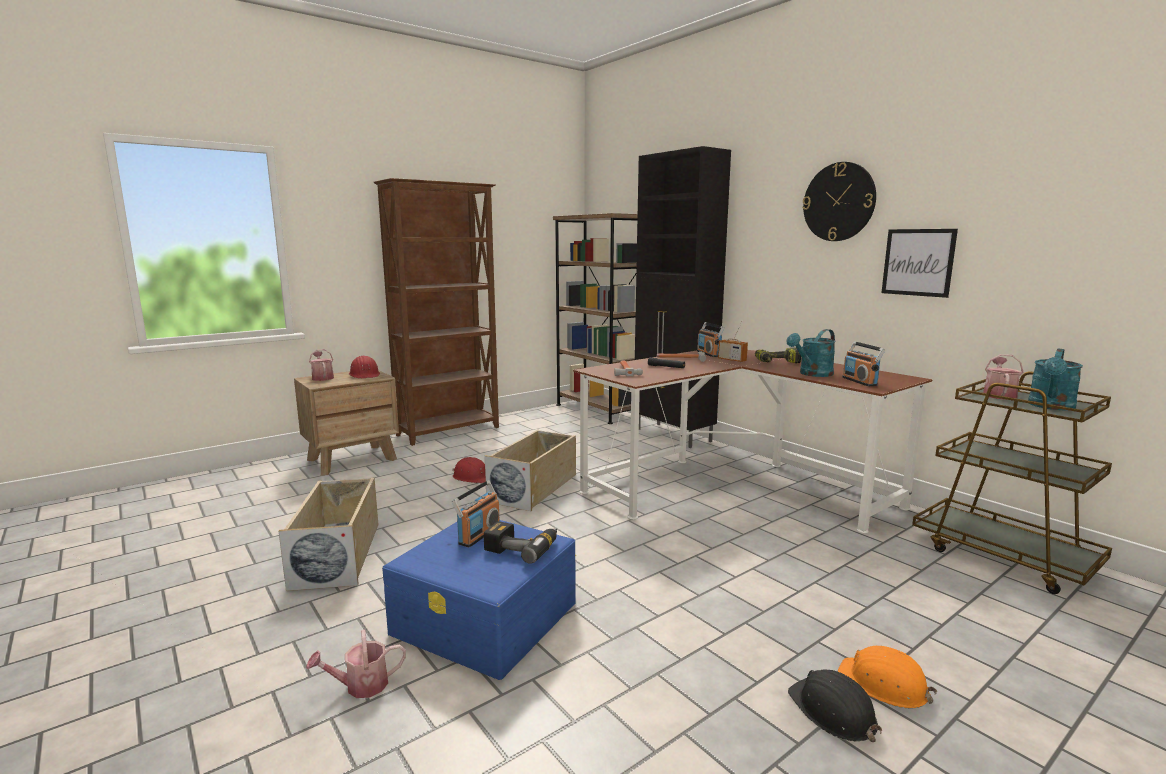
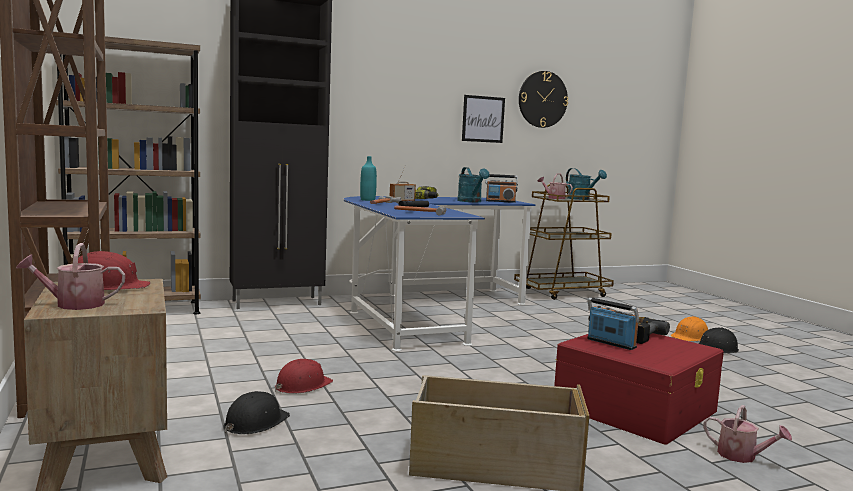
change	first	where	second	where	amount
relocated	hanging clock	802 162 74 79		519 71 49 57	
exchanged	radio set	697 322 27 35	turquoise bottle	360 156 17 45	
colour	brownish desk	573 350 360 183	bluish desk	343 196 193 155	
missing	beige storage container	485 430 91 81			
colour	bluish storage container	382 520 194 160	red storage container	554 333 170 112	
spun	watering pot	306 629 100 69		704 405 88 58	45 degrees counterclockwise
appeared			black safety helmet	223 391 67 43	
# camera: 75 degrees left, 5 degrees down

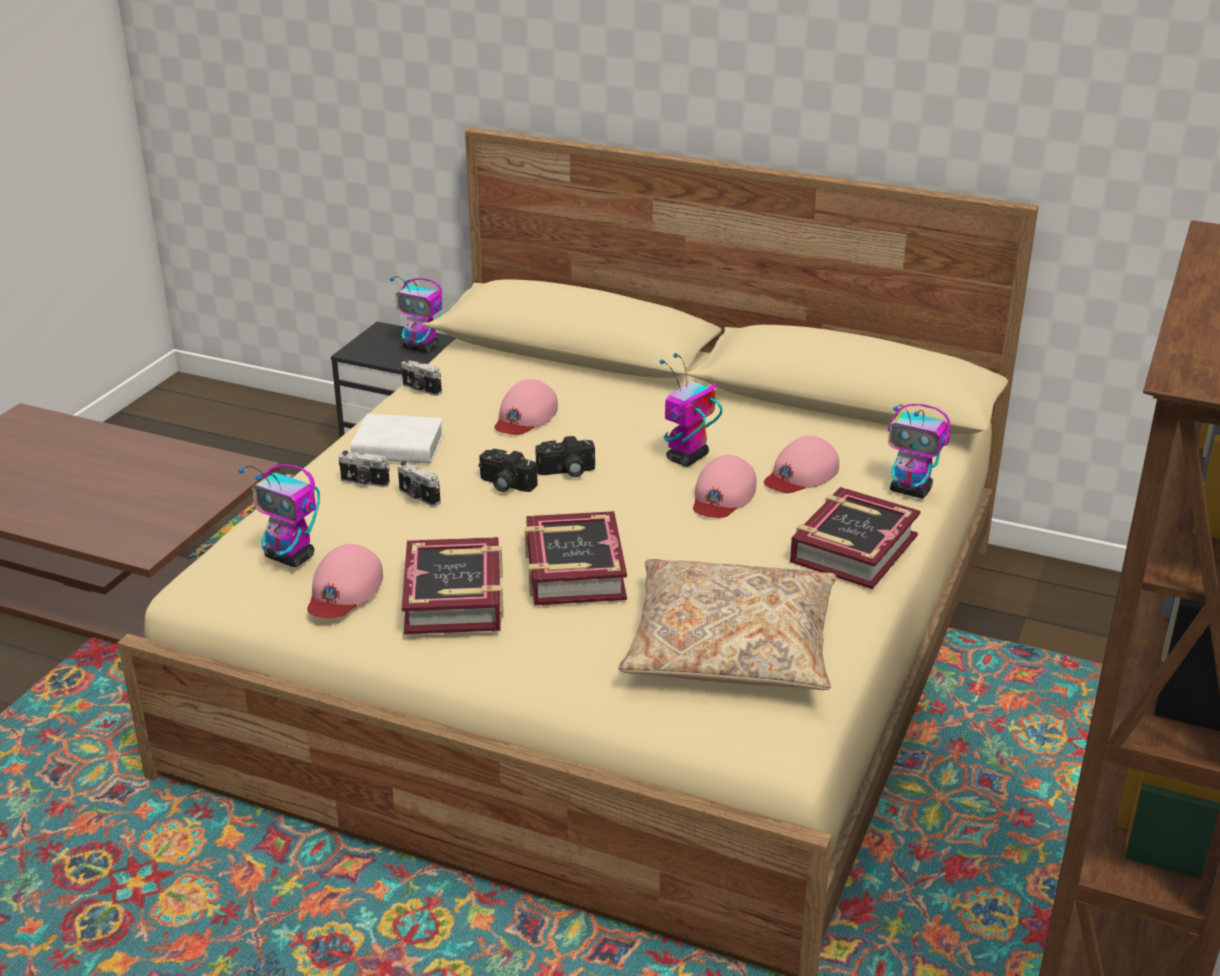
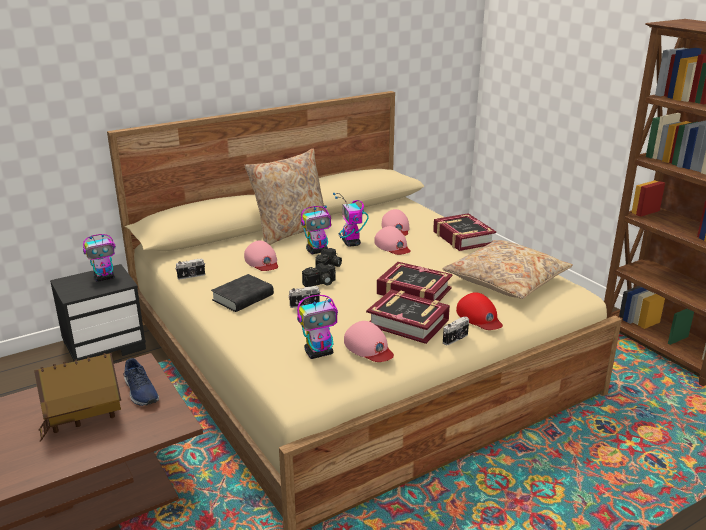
change	first	where	second	where	amount
relocated	toy robot	888 404 62 95		301 206 30 48	
colour	white volume	351 414 93 50	black volume	211 274 63 38	
relocated	photo camera	338 450 52 37		443 317 26 28	
appeared			beige pillow	244 148 88 97	
appeared			red baseball cap	456 292 47 38	
appeared			miniature house	34 353 87 88	
appeared			bluish shoe	123 358 36 48	
# camera: 55 degrees left, 5 degrees down

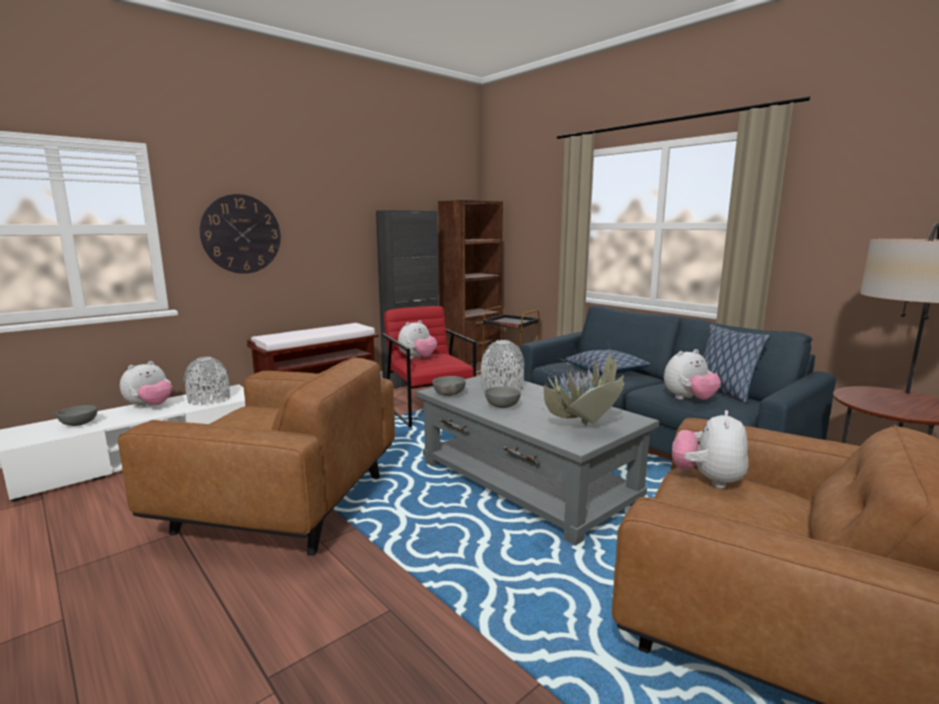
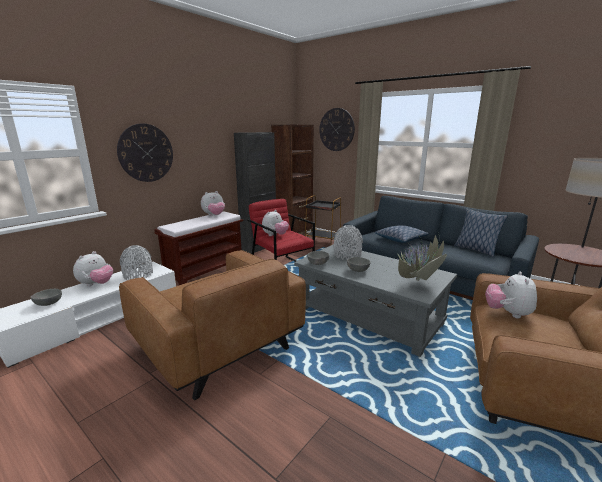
change	first	where	second	where	amount
relocated	soft toy	664 349 57 51		201 191 24 25	
spun	brownish lounge chair	118 357 277 199		119 250 187 150	45 degrees clockwise
appeared			hanging clock	319 108 36 43	
# camera: 10 degrees left, 5 degrees up

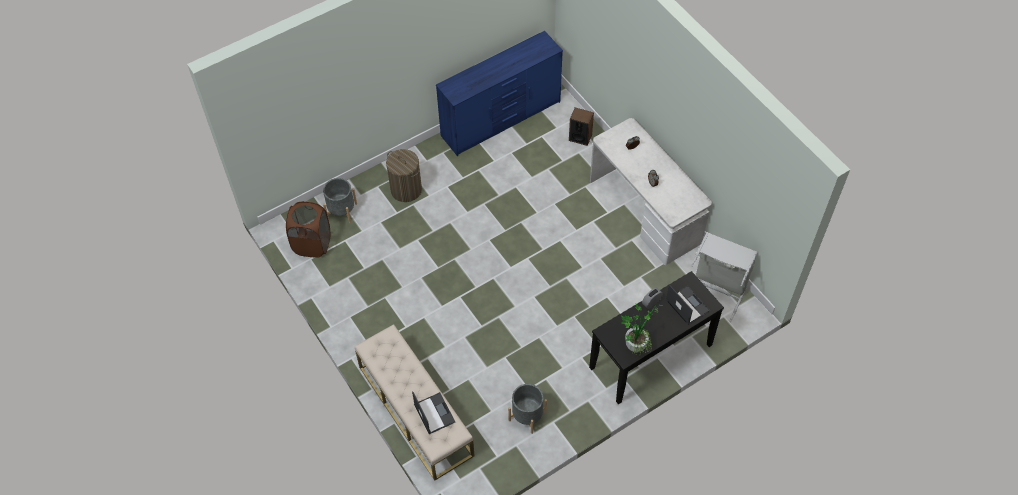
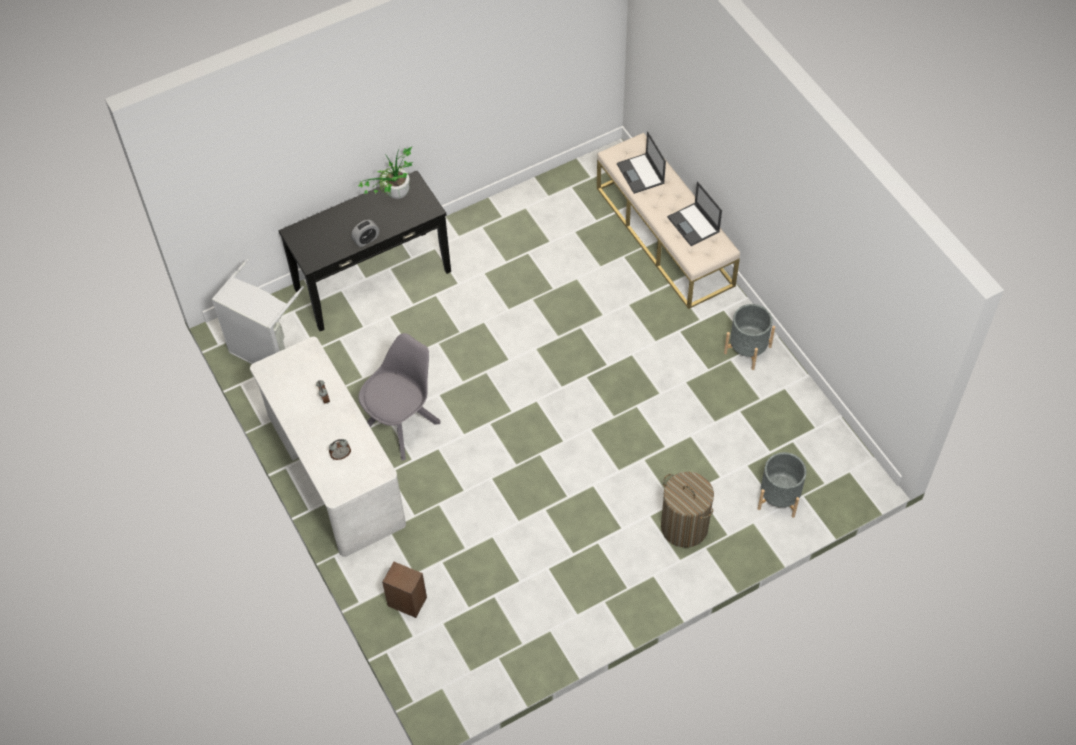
change	first	where	second	where	amount
missing	bluish drawer chest	436 31 127 125			
missing	brownish laundry basket	286 201 44 57			
relocated	laptop	666 284 44 41		667 181 55 65	
relocated	gray plant pot	508 384 39 50		724 304 51 66	
appeared			gray plain chair	358 333 83 128	
# camera: 175 degrees left, 0 degrees up

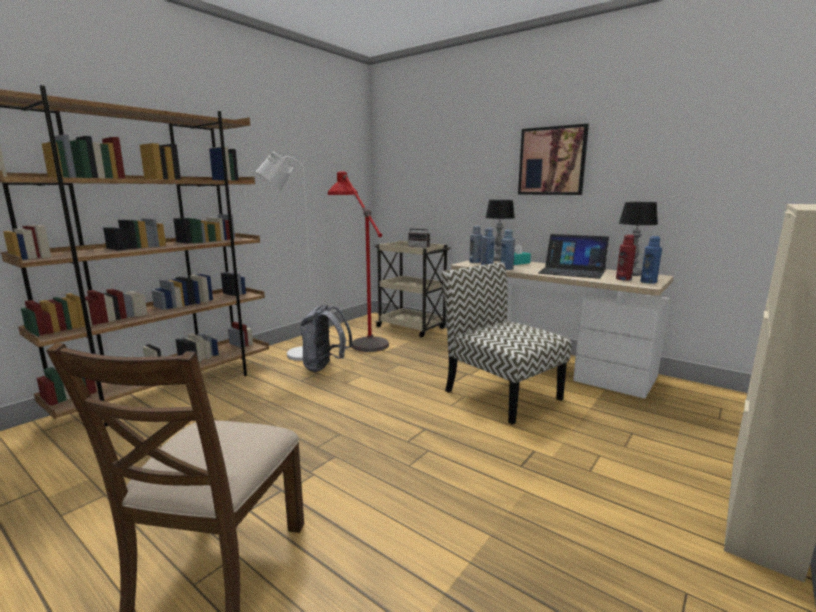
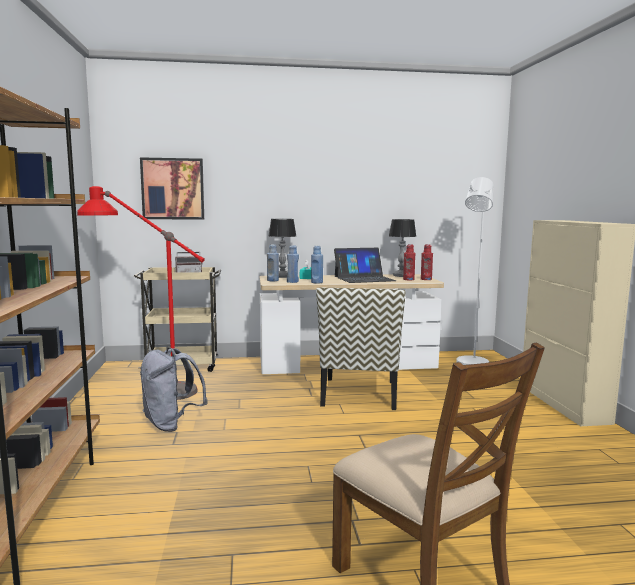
change	first	where	second	where	amount
relocated	picture	518 124 71 71		140 157 64 62	
relocated	white standard lamp	256 151 56 210		456 177 38 188	
colour	bluish bottle	641 236 21 48	red bottle	421 244 12 36	
spun	plain chair	441 262 131 163		316 288 90 122	90 degrees counterclockwise
# camera: 45 degrees left, 5 degrees down

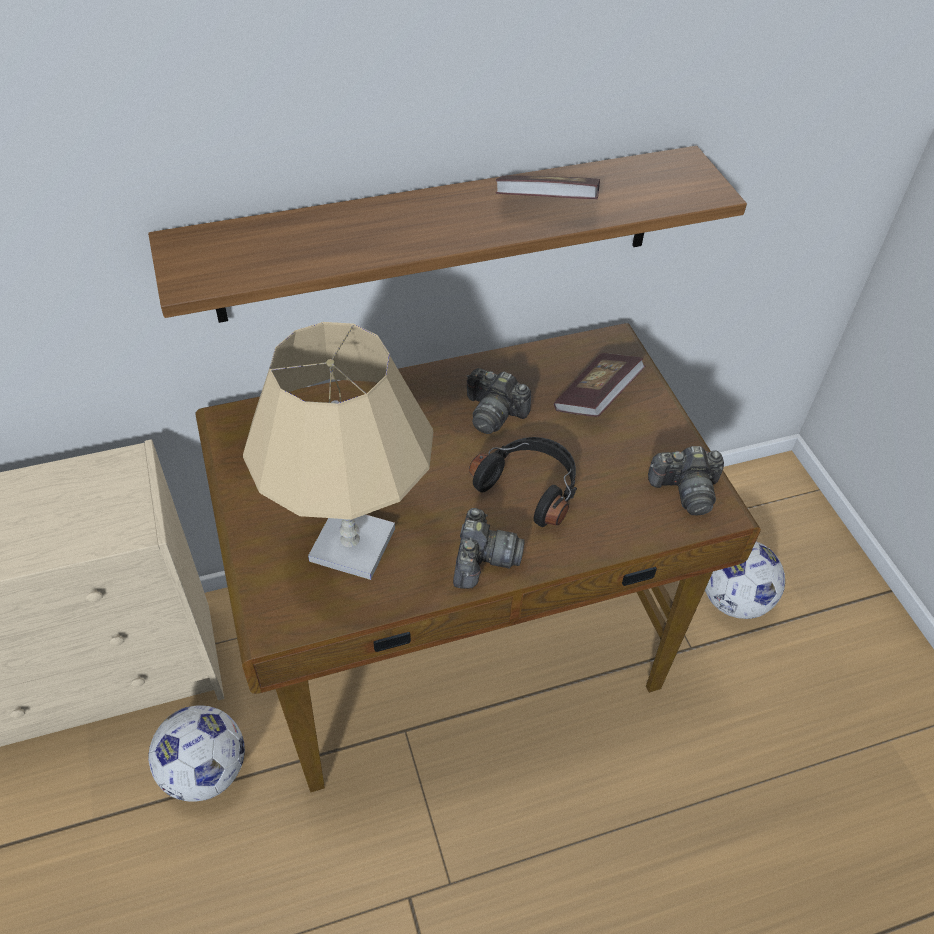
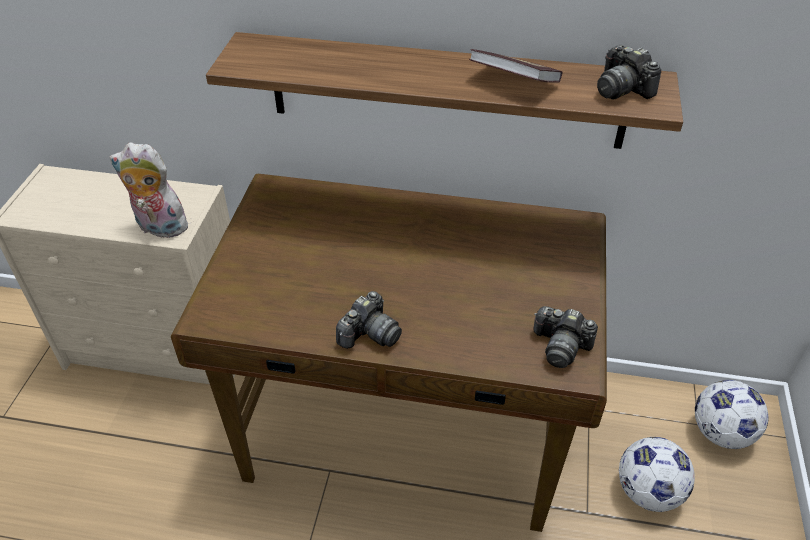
change	first	where	second	where	amount
missing	beige table lamp	243 322 190 258			
missing	volume	554 353 91 64			
relocated	photo camera	467 368 64 66		597 45 64 54	
missing	black headphones	469 437 108 90			
relocated	ball for football	148 705 97 97		695 380 74 69	
appeared			soft toy	110 142 80 99	
# camera: 30 degrees right, 5 degrees down

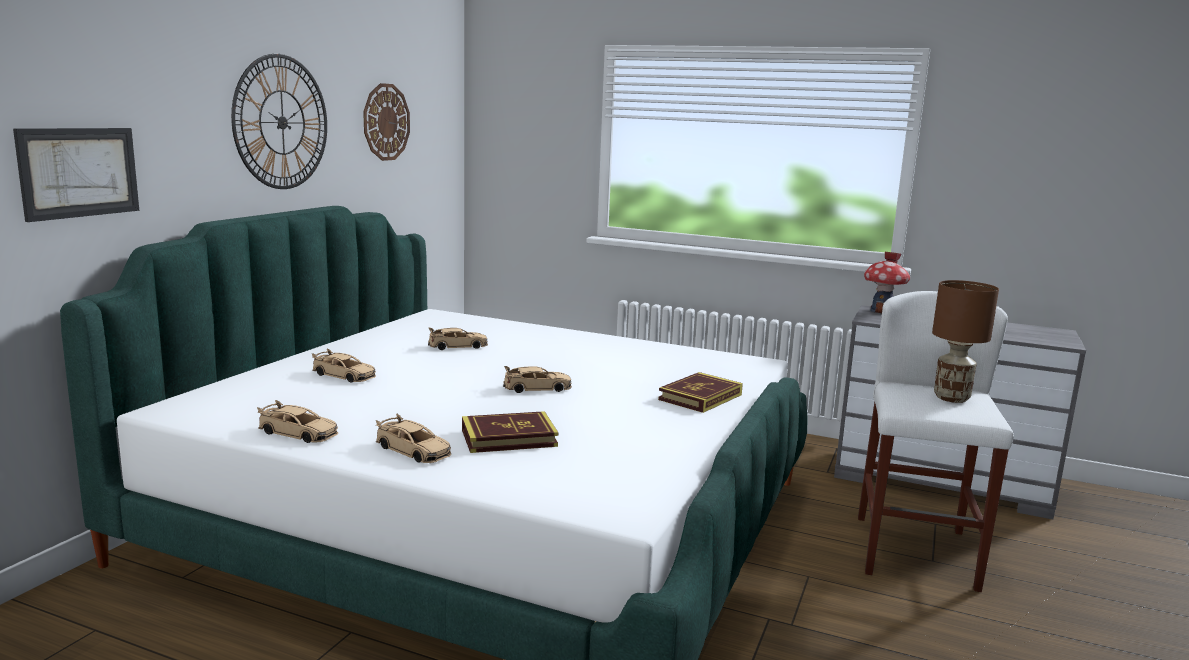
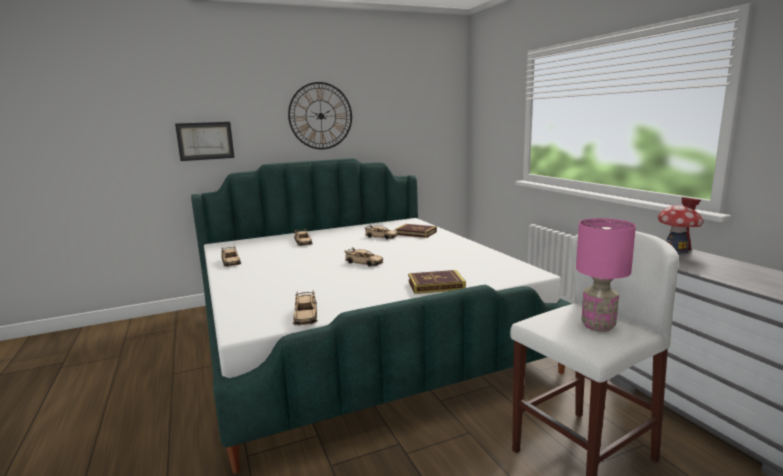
change	first	where	second	where	amount
missing	hanging clock	363 83 47 78			
colour	brownish table lamp	932 280 67 123	pink table lamp	576 218 60 114	
relocated	volume	462 411 96 42		395 224 42 14	
relocated	beige toy car	376 414 75 49		293 290 25 36	
# camera: 45 degrees right, 0 degrees up

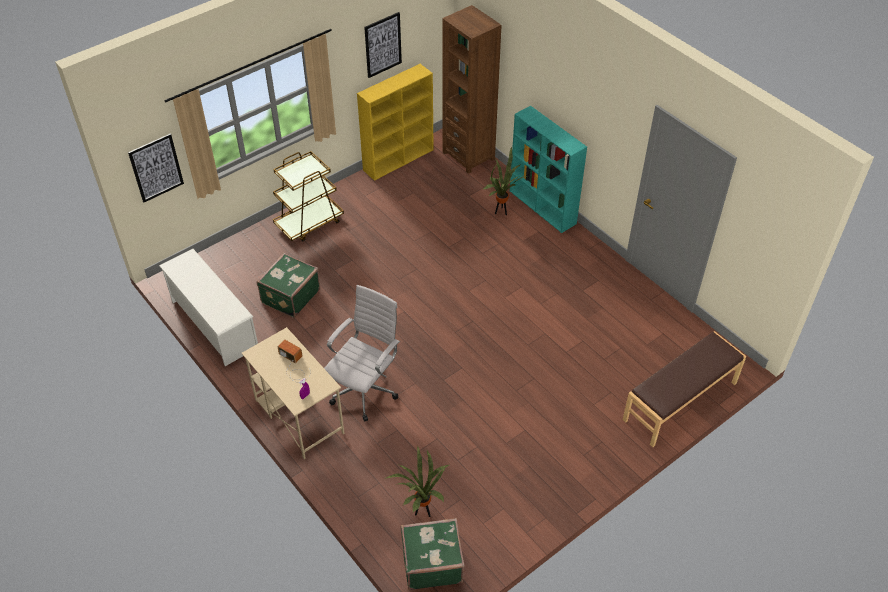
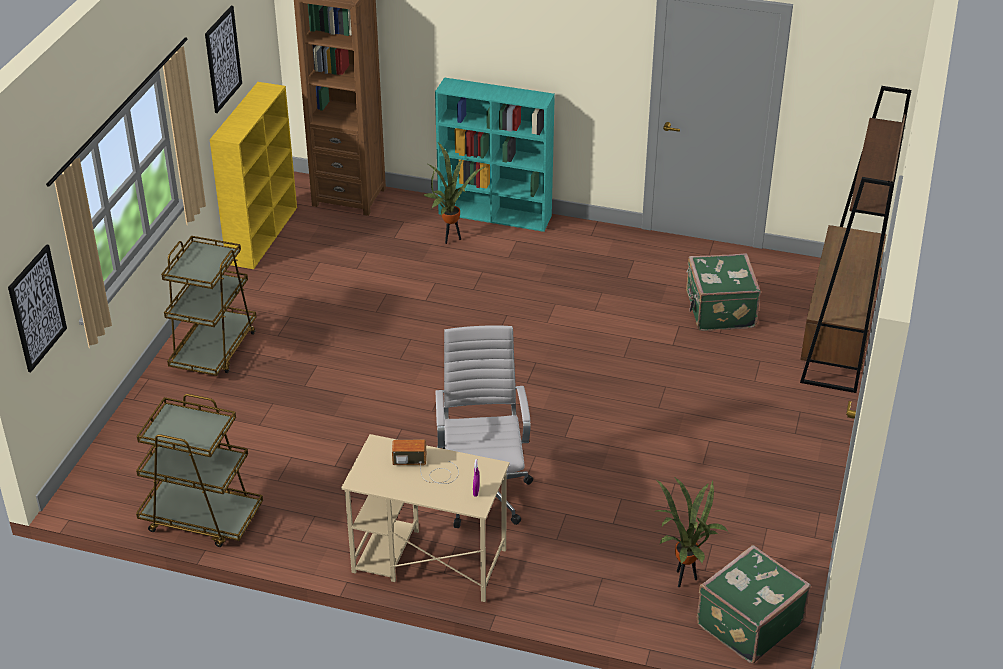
change	first	where	second	where	amount
exchanged	white shoe rack	159 249 99 117	brownish cart	136 394 127 153	
relocated	green-coloured suitcase	256 253 64 65		686 254 75 77	
exchanged	brownish bench	623 331 123 116	brownish bookshelf	800 86 112 307	
# camera: 35 degrees left, 10 degrees down

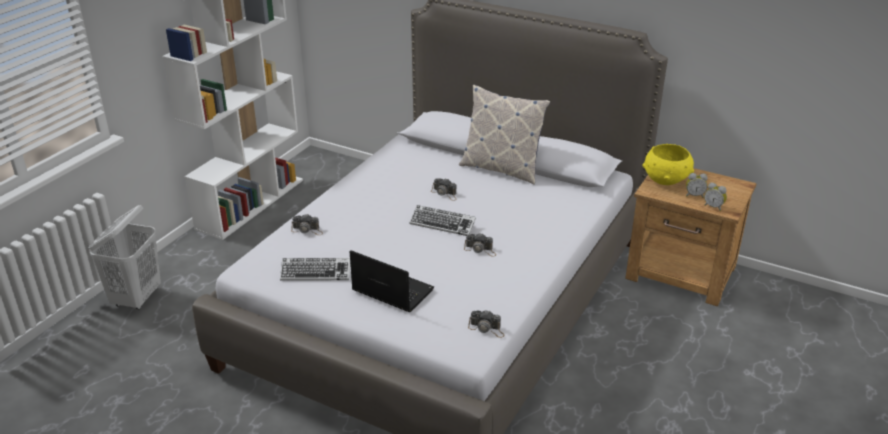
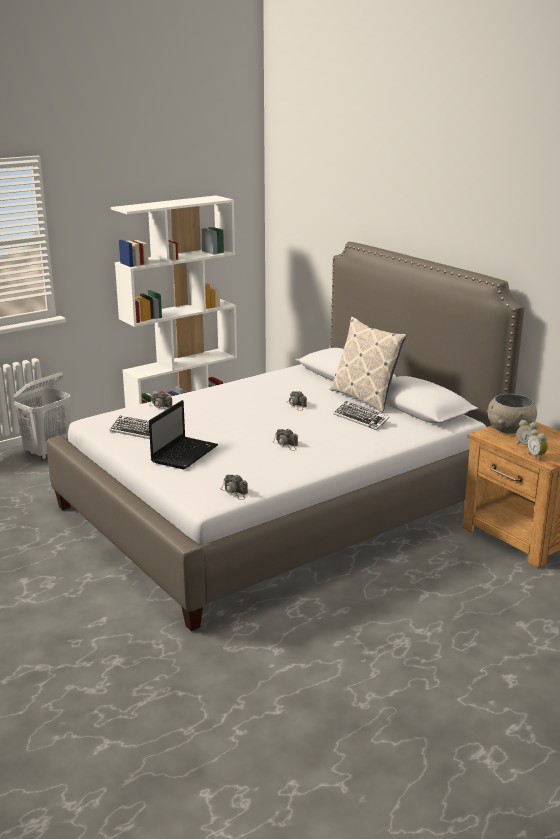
change	first	where	second	where	amount
colour	yellowish serving bowl	643 144 51 41	gray serving bowl	487 394 50 40	
relocated	PC keyboard	409 205 67 31		333 401 57 29	
spun	laptop	350 250 84 62		149 400 69 69	60 degrees clockwise
# camera: 25 degrees right, 10 degrees down

